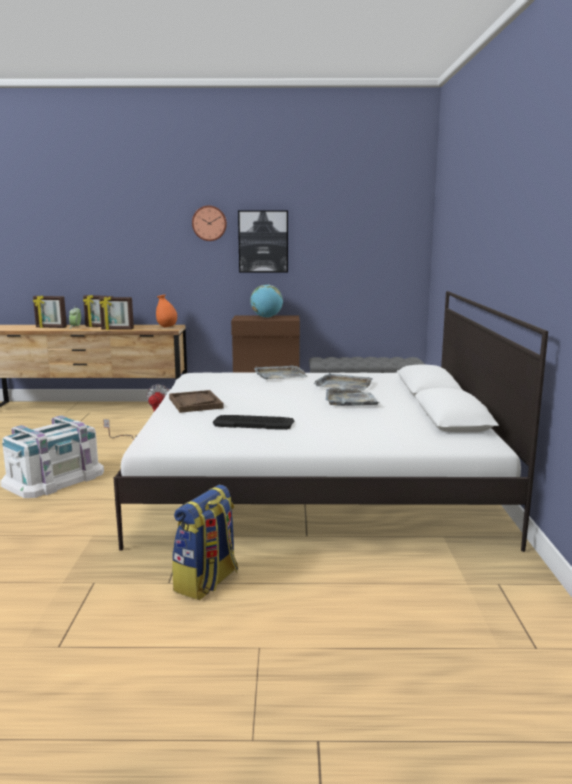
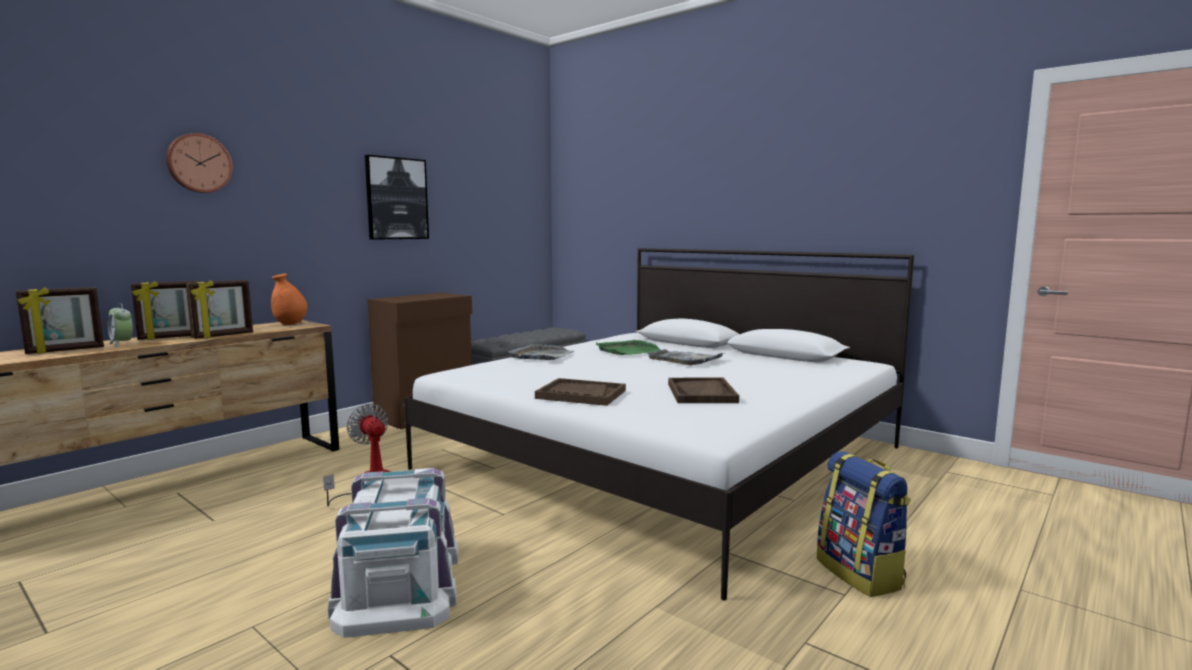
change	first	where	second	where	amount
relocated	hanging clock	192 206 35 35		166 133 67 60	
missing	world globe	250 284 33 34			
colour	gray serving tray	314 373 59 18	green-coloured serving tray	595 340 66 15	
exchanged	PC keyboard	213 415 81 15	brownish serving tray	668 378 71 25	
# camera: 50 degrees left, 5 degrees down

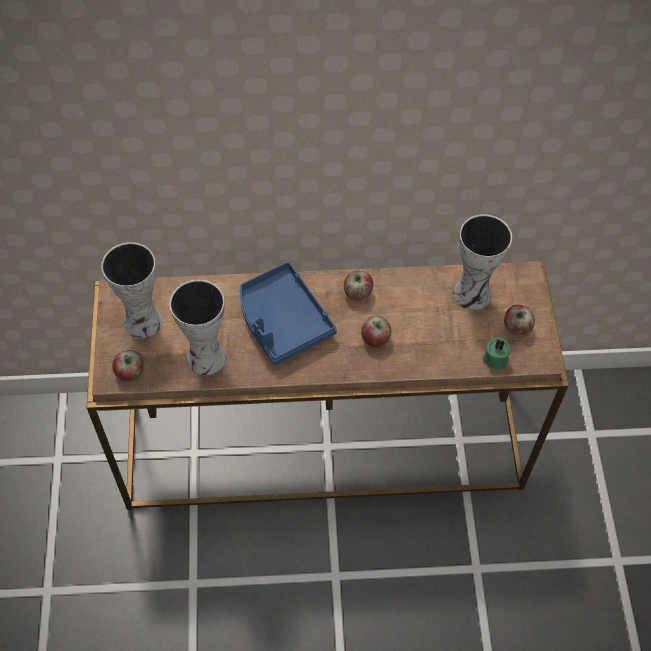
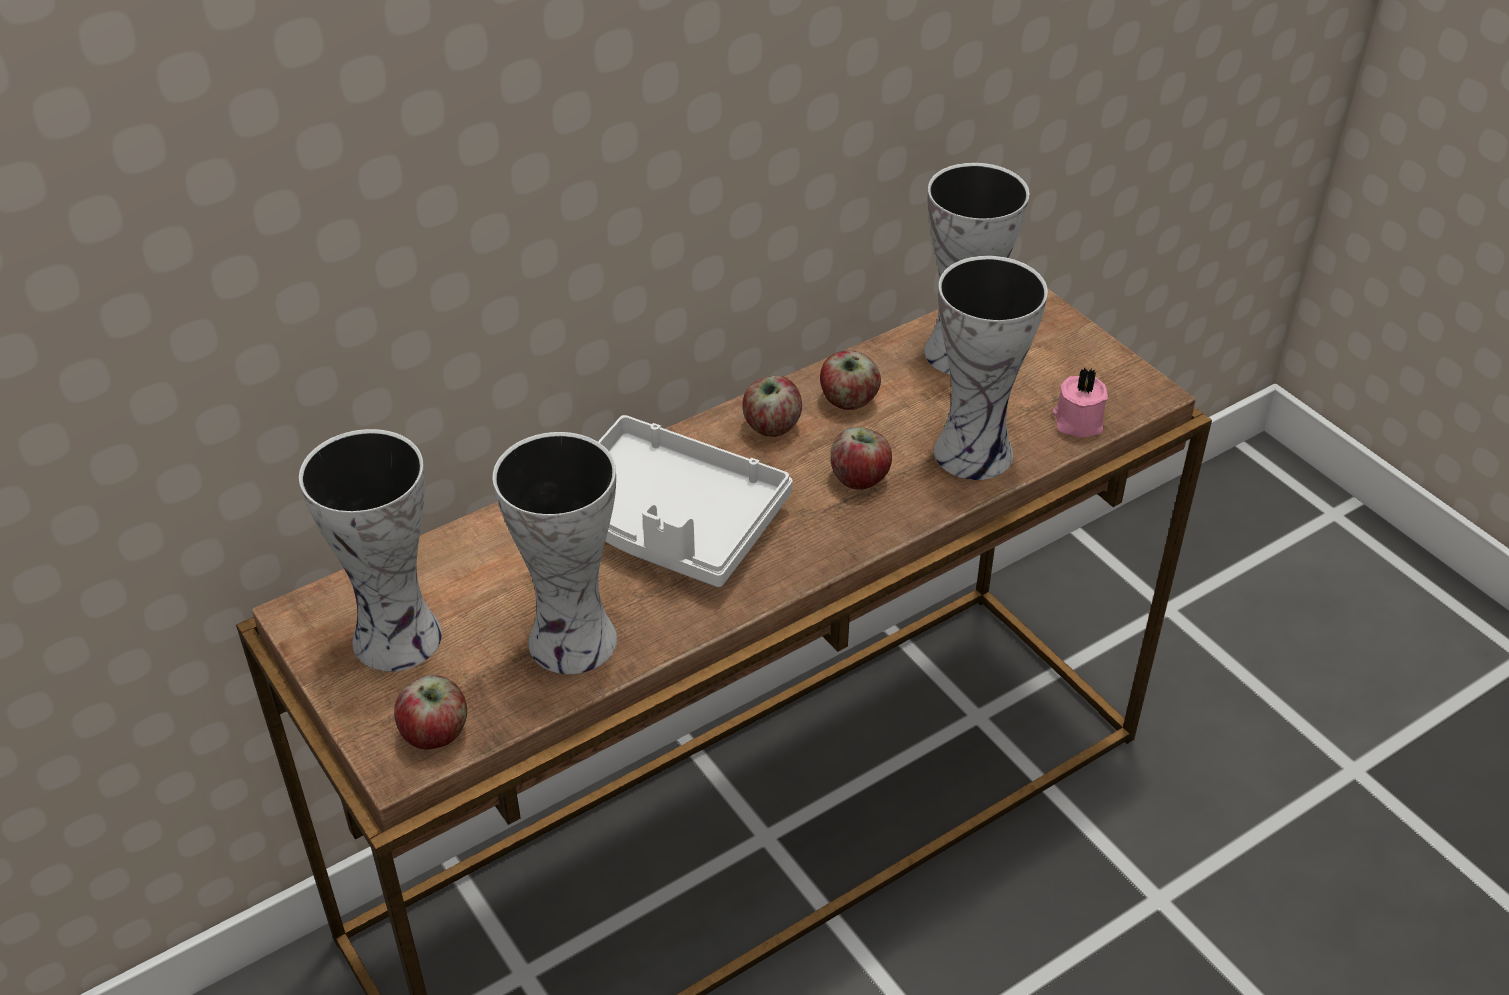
change	first	where	second	where	amount
colour	bluish serving tray	240 262 97 103	white serving tray	598 415 195 172	
relocated	whole apple	504 305 31 30		820 351 61 59	
colour	green-coloured candle	482 337 28 33	pink candle	1053 368 55 69	
appeared			flower vase	934 256 114 224	
# camera: 30 degrees left, 15 degrees down

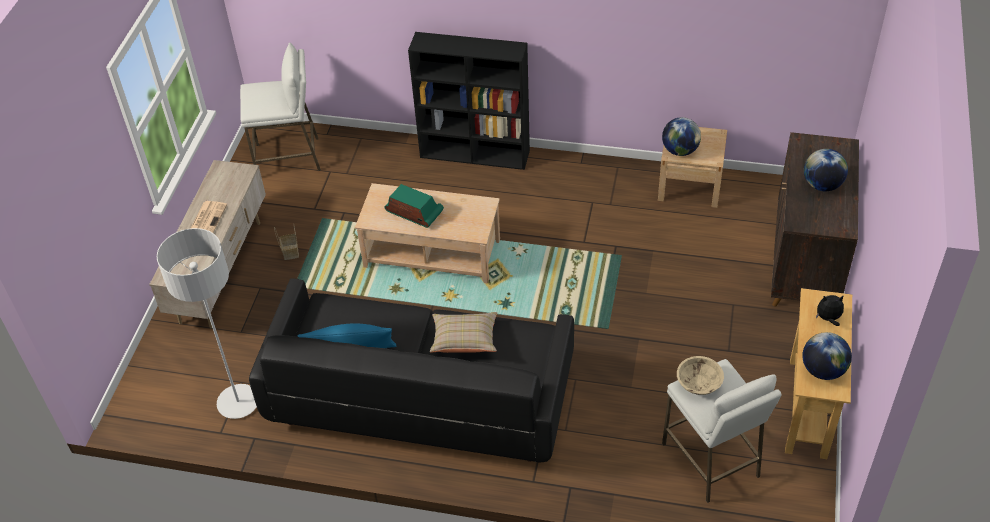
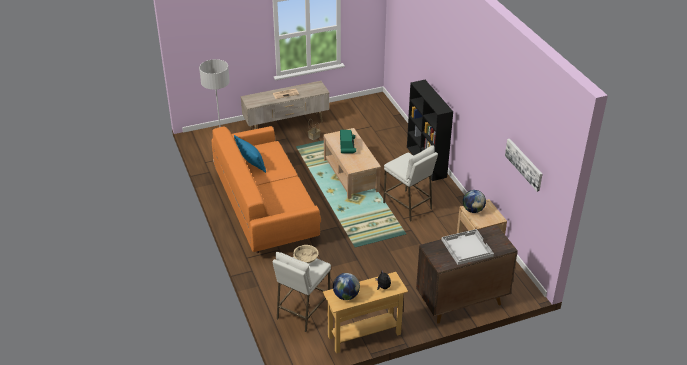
change	first	where	second	where	amount
relocated	white sitting stool	240 43 81 128		383 145 55 77	
exchanged	world globe	804 149 44 42	white serving tray	442 229 52 36	
colour	black settee	249 278 325 184	orange-coloured settee	212 126 109 127	
missing	beige pillow	430 312 67 41			
appeared			picture	505 139 37 53	
# camera: 55 degrees right, 10 degrees down

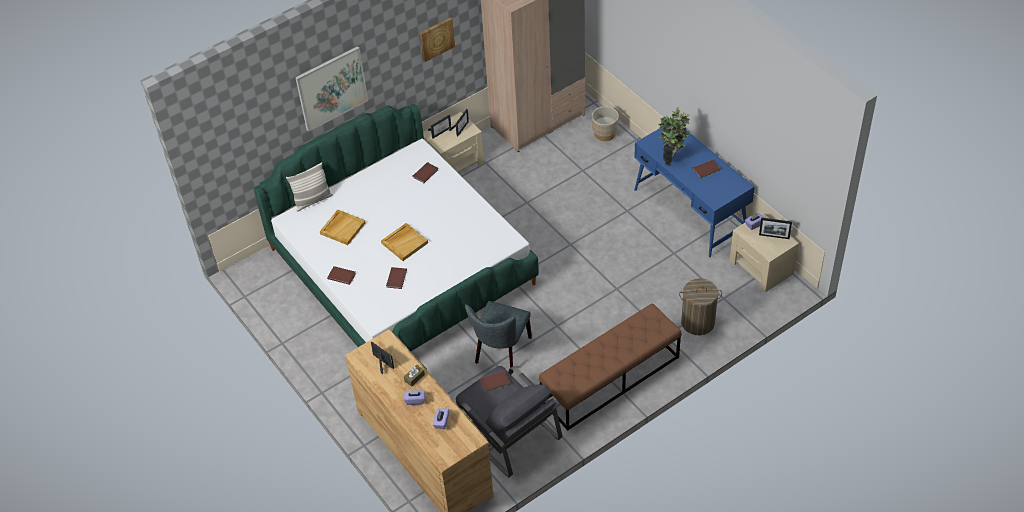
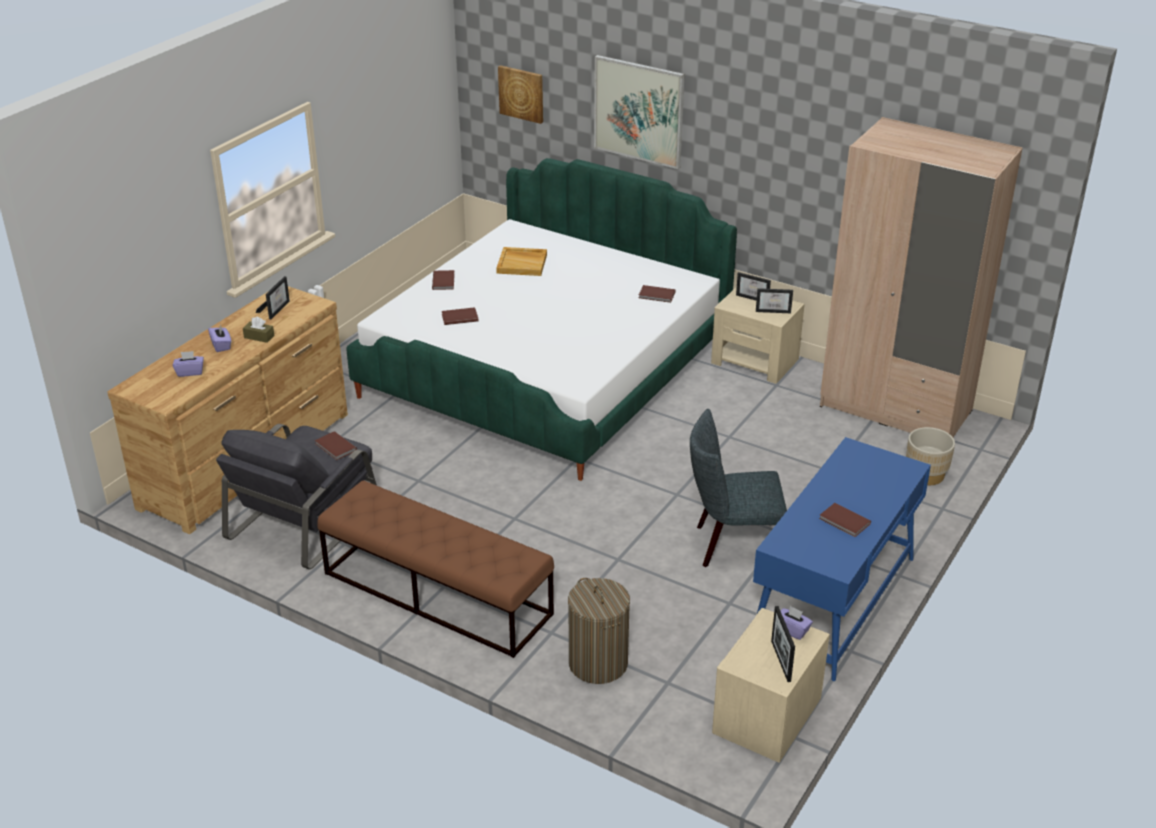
change	first	where	second	where	amount
relocated	picture	420 17 35 45		498 65 45 59	
missing	plant in a pot	658 107 32 59			
missing	pillow	286 162 47 50			
missing	beige serving tray	381 223 47 38			
relocated	gray plain chair	465 301 67 72		690 409 97 158	
# camera: 65 degrees right, 15 degrees down

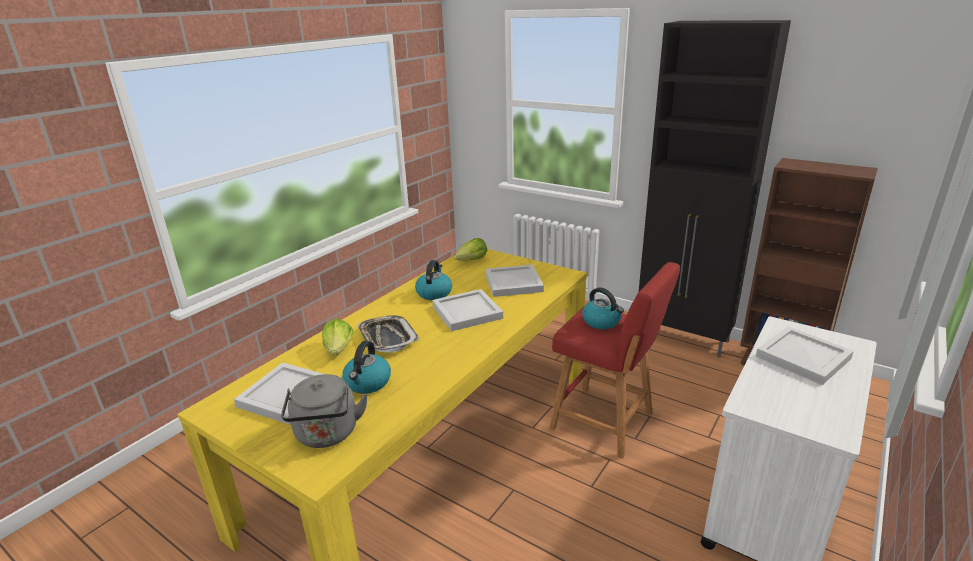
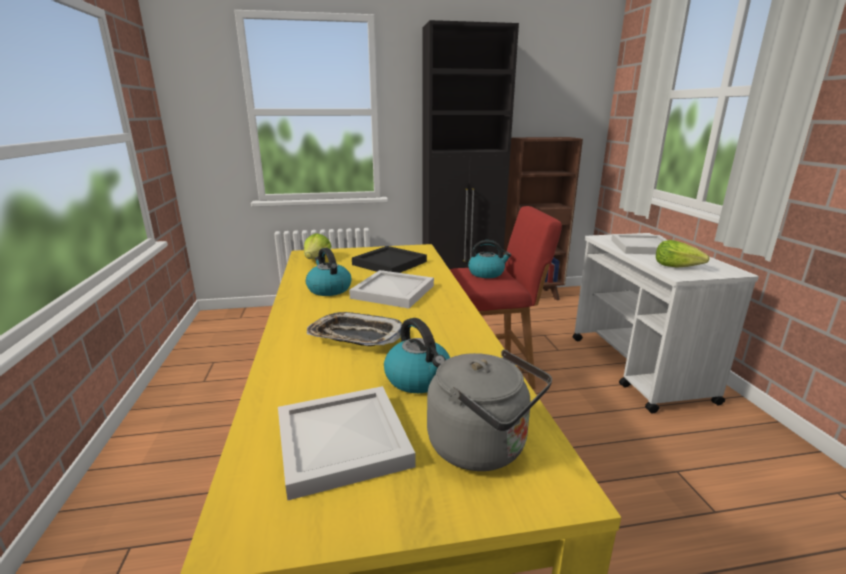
change	first	where	second	where	amount
colour	white serving tray	485 264 59 33	black serving tray	352 246 75 27	
relocated	lettuce head	322 319 32 37		656 240 54 27	
# camera: 45 degrees left, 5 degrees down

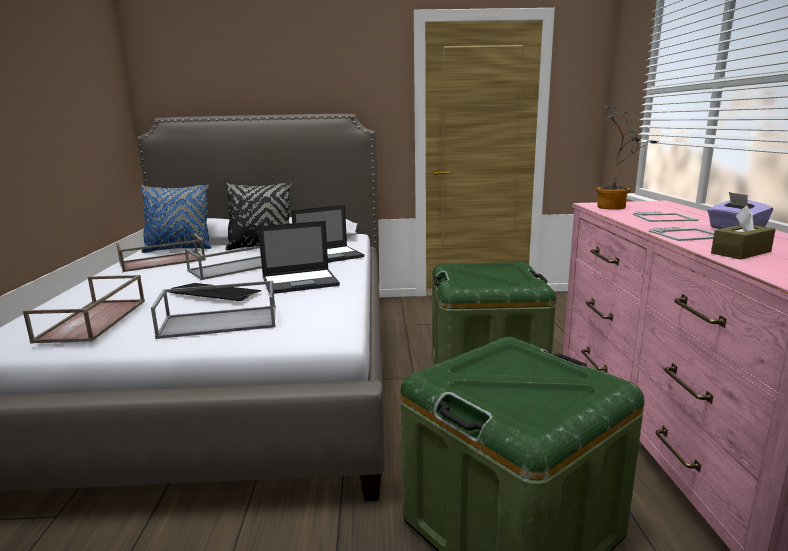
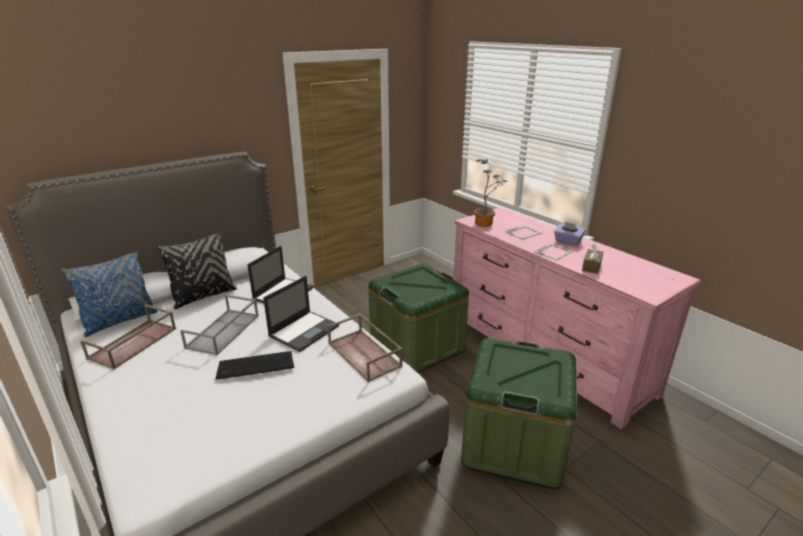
change	first	where	second	where	amount
relocated	brownish serving tray	23 275 122 68		327 314 76 68	
missing	gray serving tray	151 281 125 58			
# camera: 35 degrees left, 10 degrees up

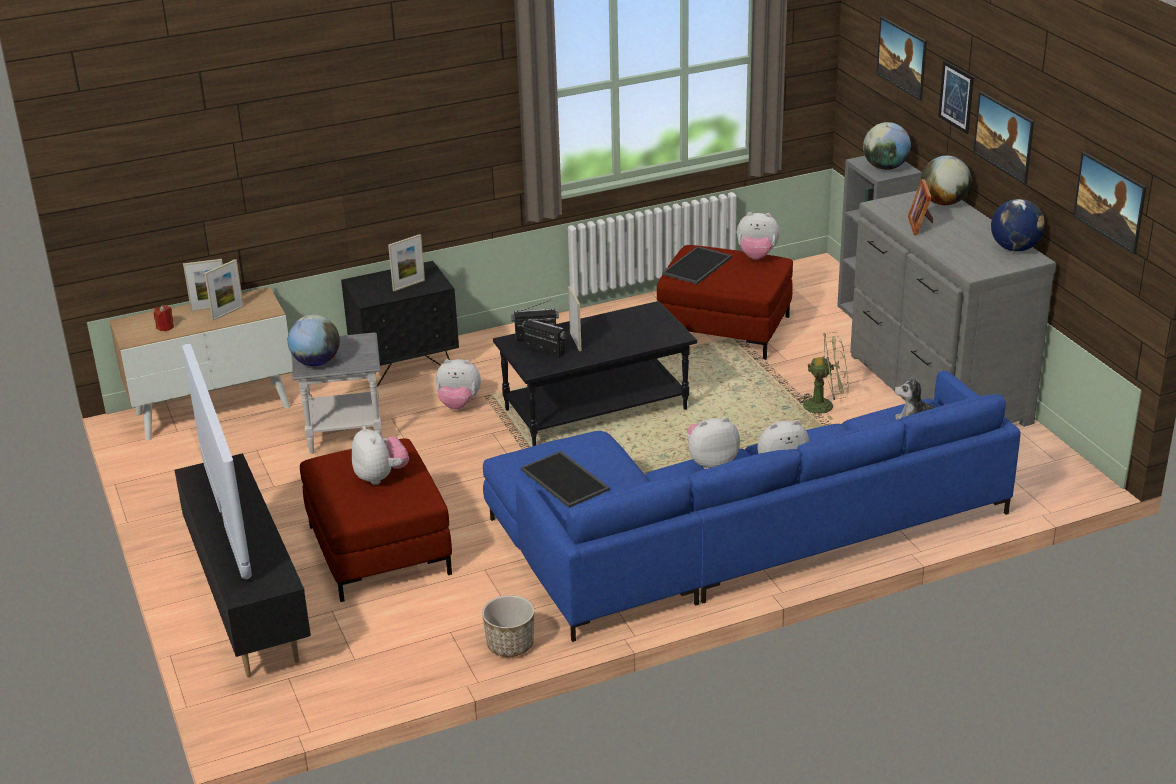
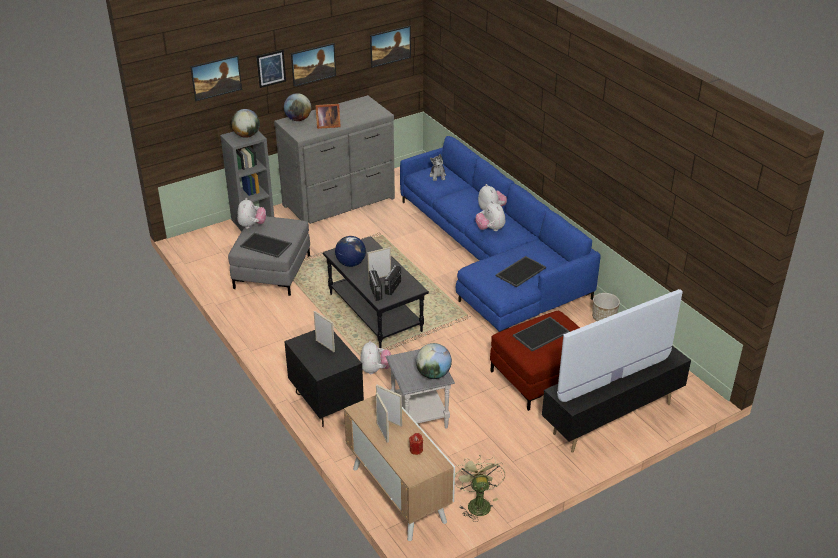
change	first	where	second	where	amount
relocated	world globe	991 199 54 53		335 236 31 31	
colour	red pouffe	657 245 136 115	gray pouffe	228 216 82 80	
relocated	green-coloured fan	796 332 52 88		455 455 51 67	
exchanged	soft toy	352 426 57 59	serving tray	513 317 57 34	
# camera: 100 degrees left, 5 degrees up

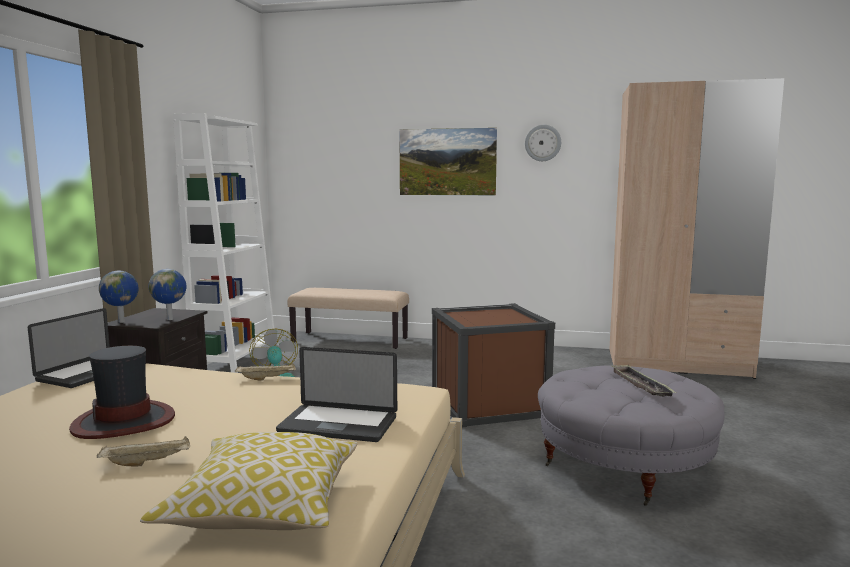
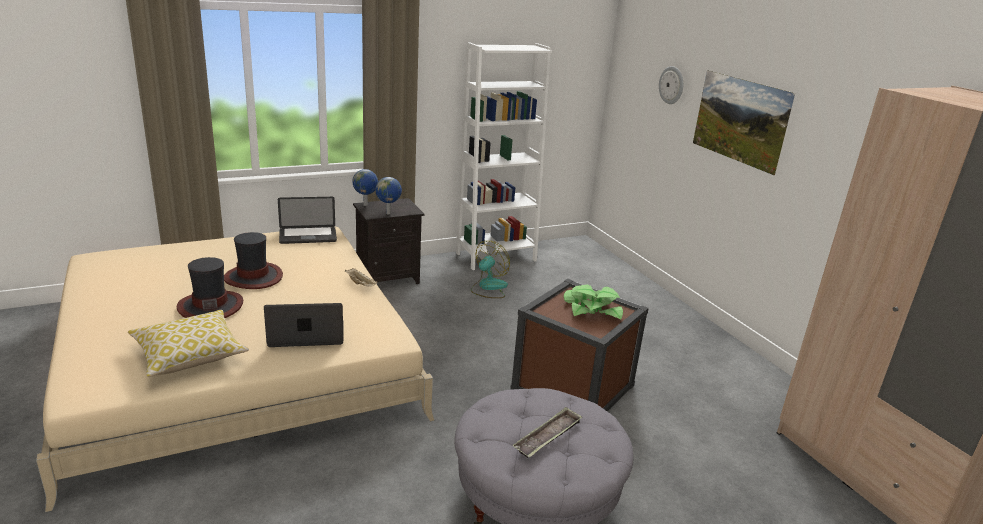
change	first	where	second	where	amount
relocated	hanging clock	525 125 36 36		659 66 24 38	
missing	beige bench	288 288 121 61			
spun	laptop	276 347 121 95		264 303 80 44	105 degrees clockwise
exchanged	beige serving tray	97 436 93 31	clothing hat	177 257 66 61	
appeared			plant in a pot	564 284 59 35	
# camera: 50 degrees right, 15 degrees up

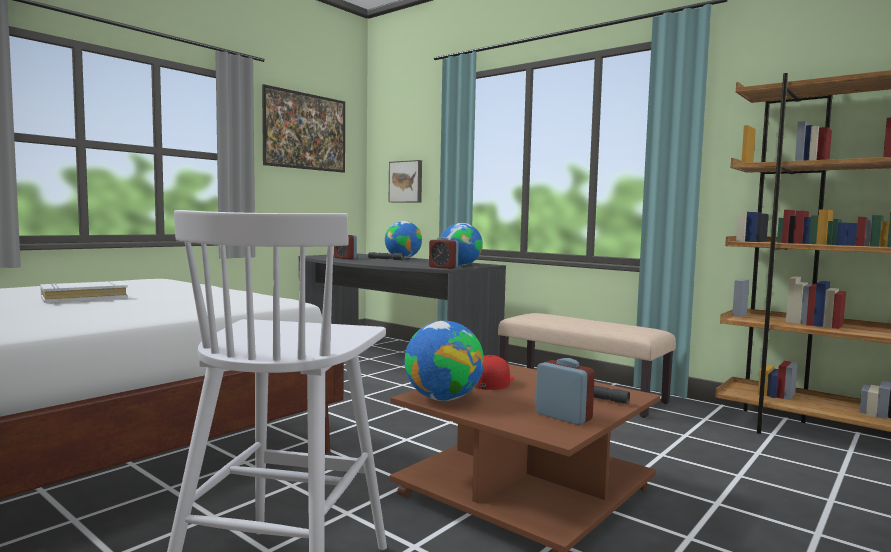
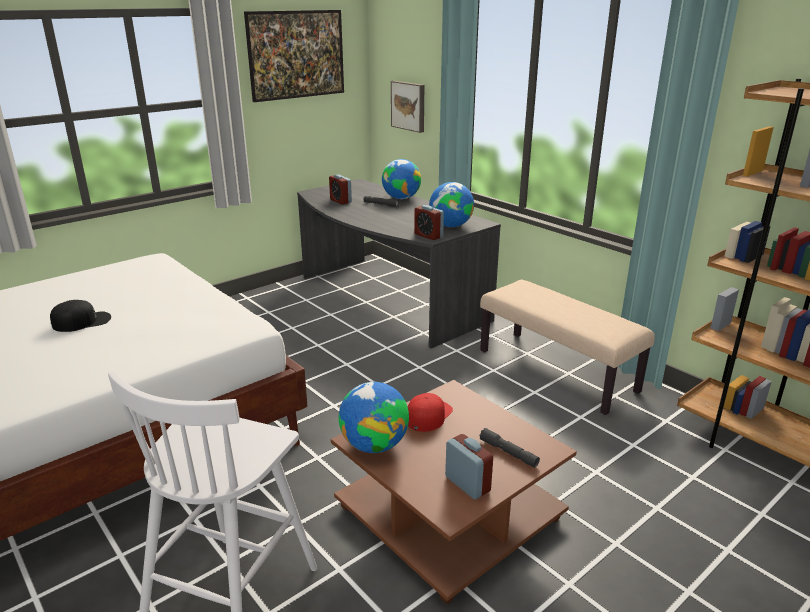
change	first	where	second	where	amount
exchanged	white volume	40 281 88 22	black baseball cap	50 300 61 32	
# camera: 10 degrees right, 20 degrees up

